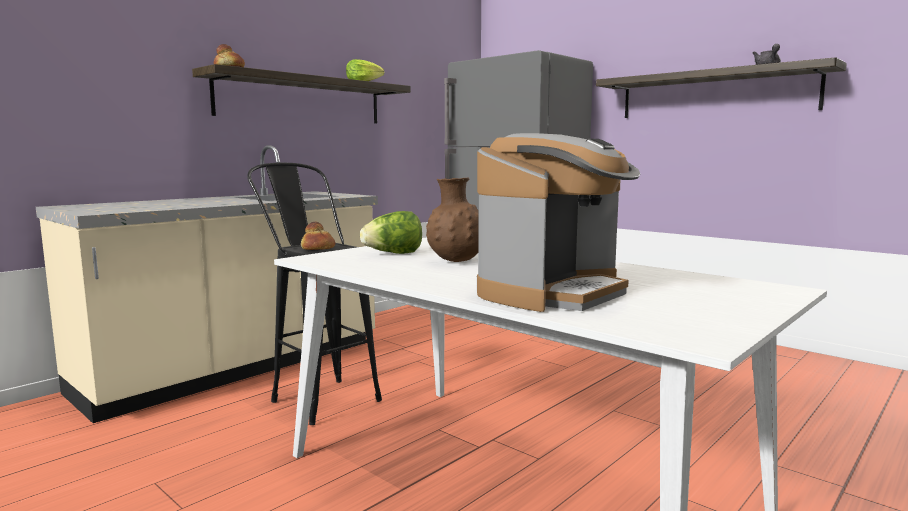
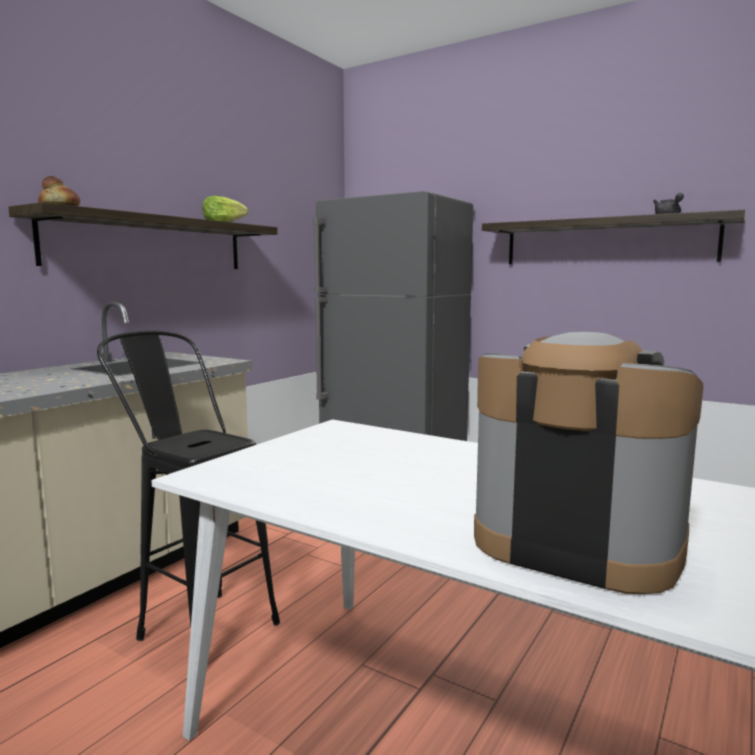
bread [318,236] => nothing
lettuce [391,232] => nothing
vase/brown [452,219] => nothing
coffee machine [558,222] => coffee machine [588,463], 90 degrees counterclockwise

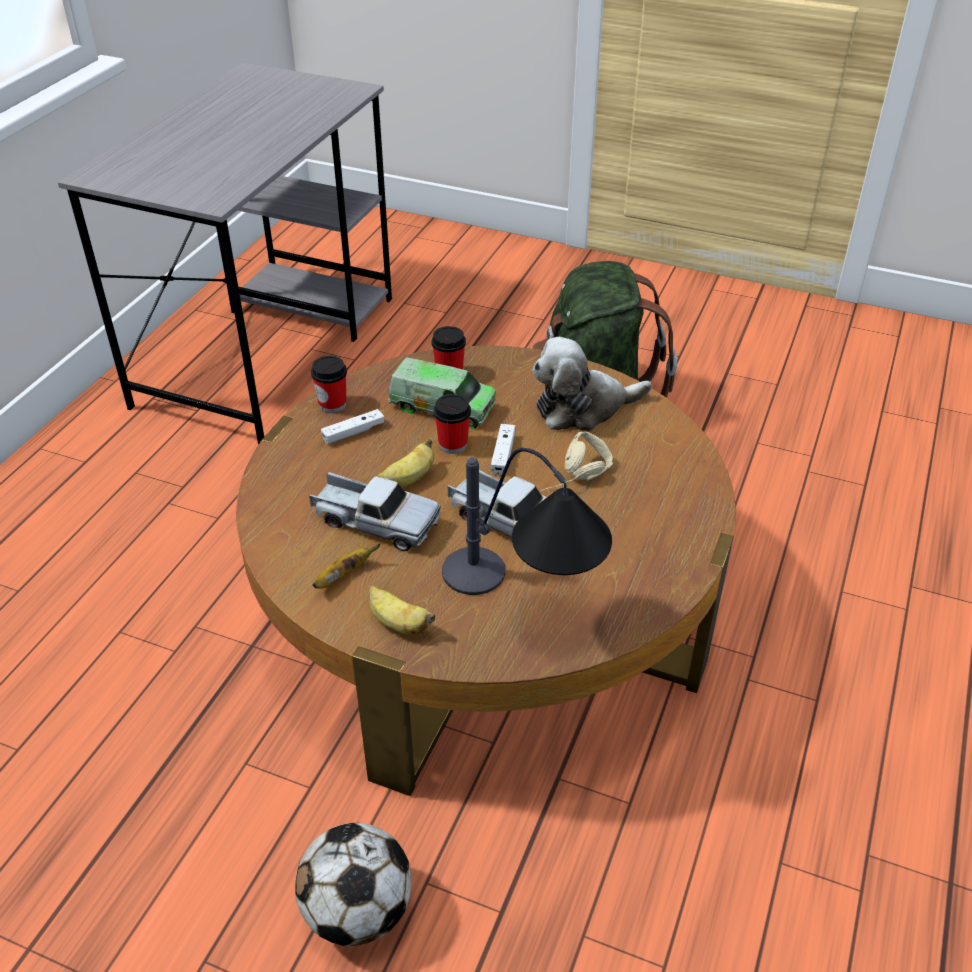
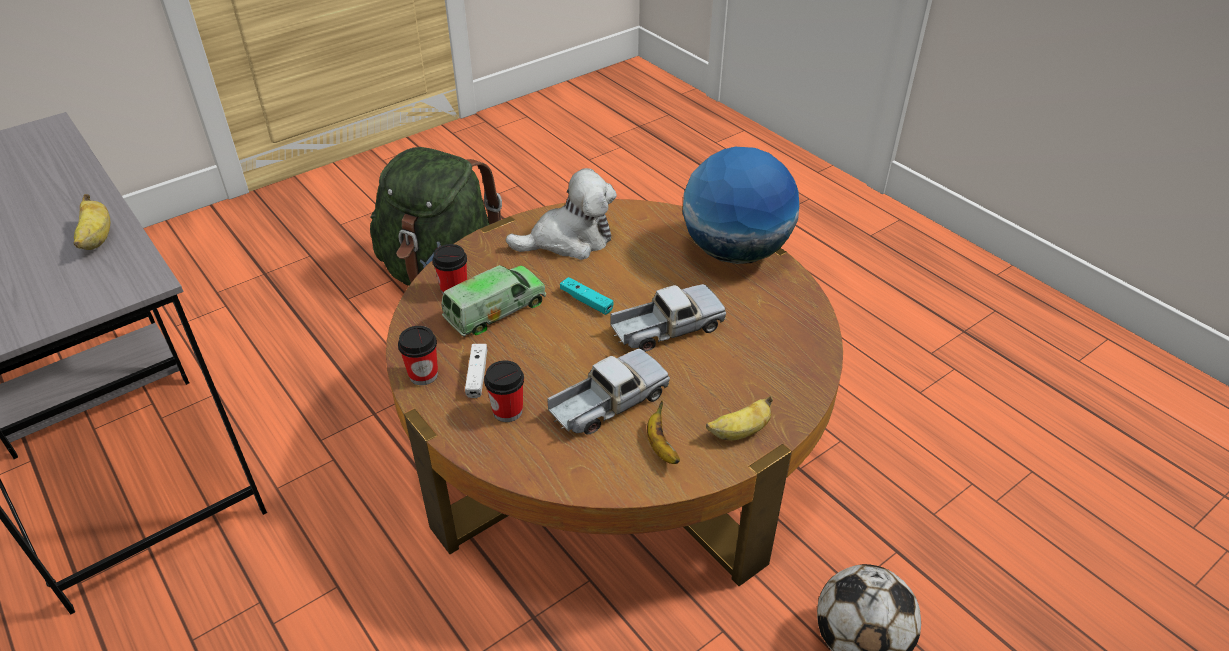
table lamp [527,521] => nothing
headphones/beige [577,461] => nothing
nothing => globe [741,205]
banana [405,462] => banana [92,222], relocated
cup [452,424] => cup [504,391], relocated
game controller/white [503,449] => game controller/turquoise [586,296]
plush toy [592,384] => plush toy [561,214], 120 degrees counterclockwise

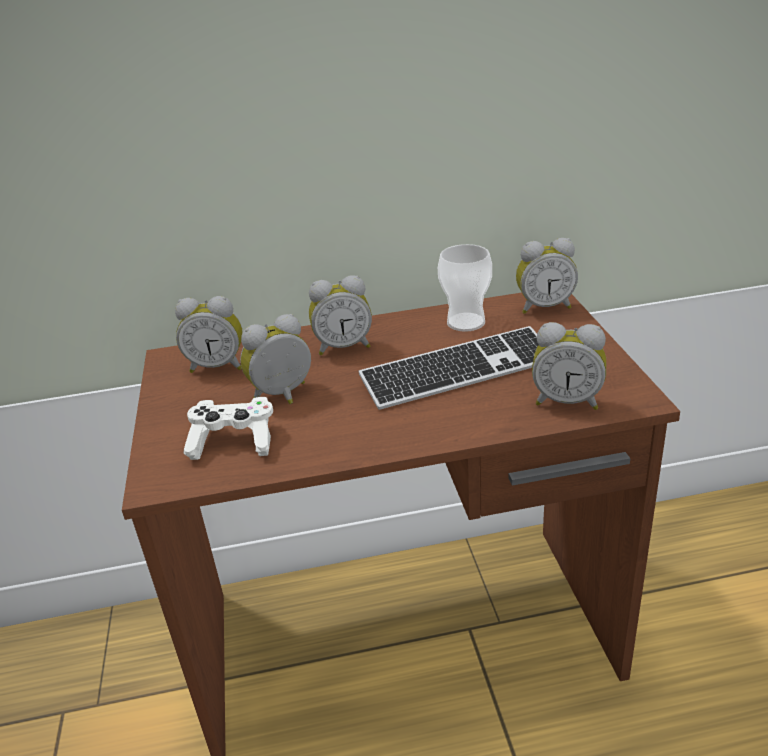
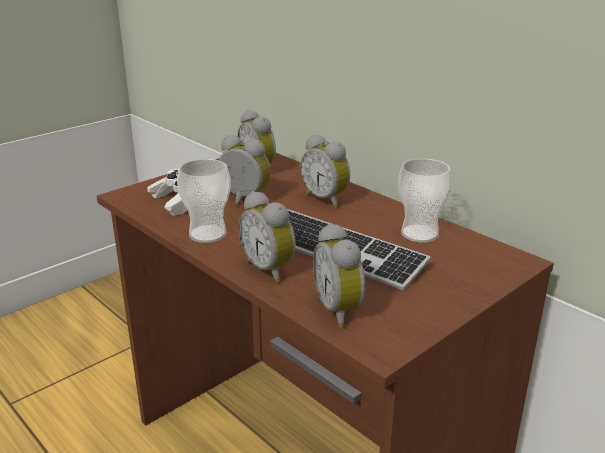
nothing => cup [204,201]
alarm clock [547,276] => alarm clock [267,237], relocated

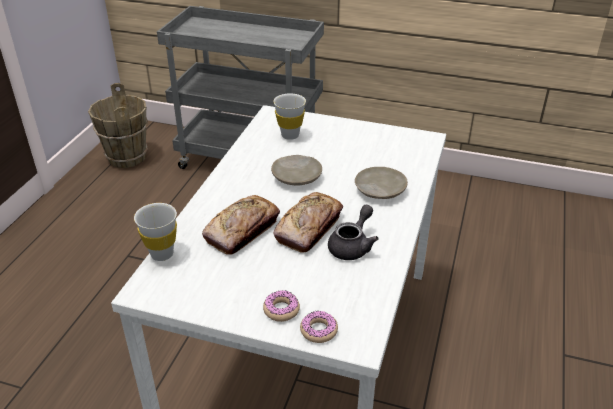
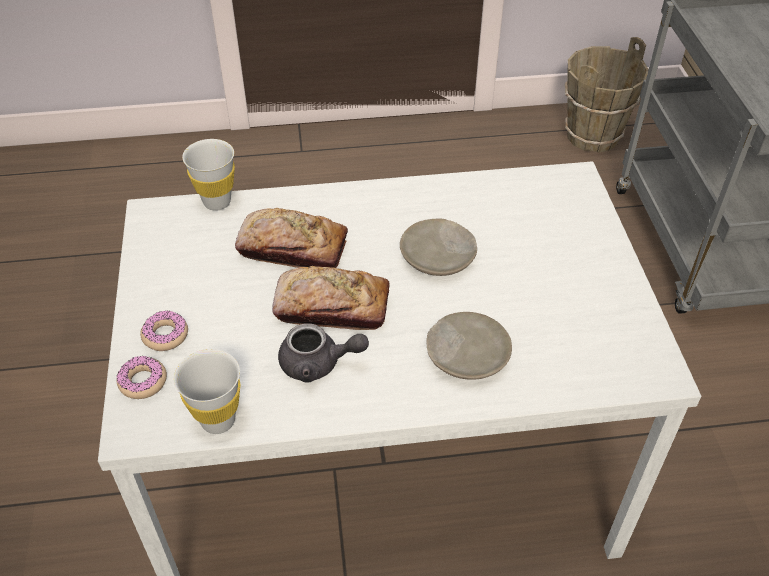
cup/white [289,116] => cup/white [207,391], relocated

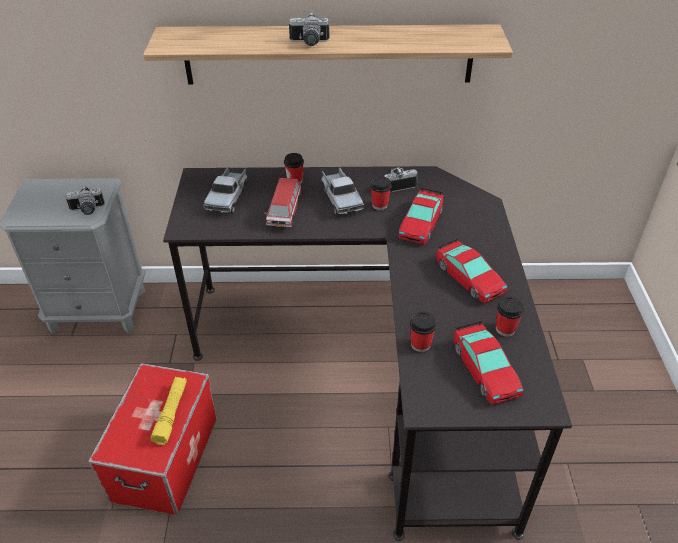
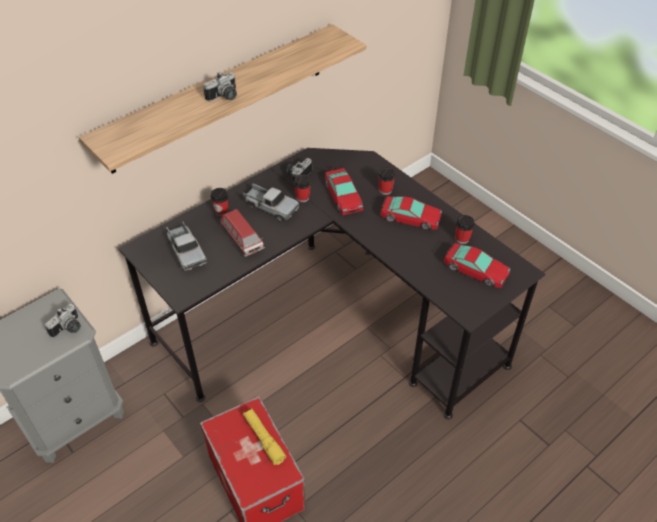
cup [423,331] => cup [387,181], relocated

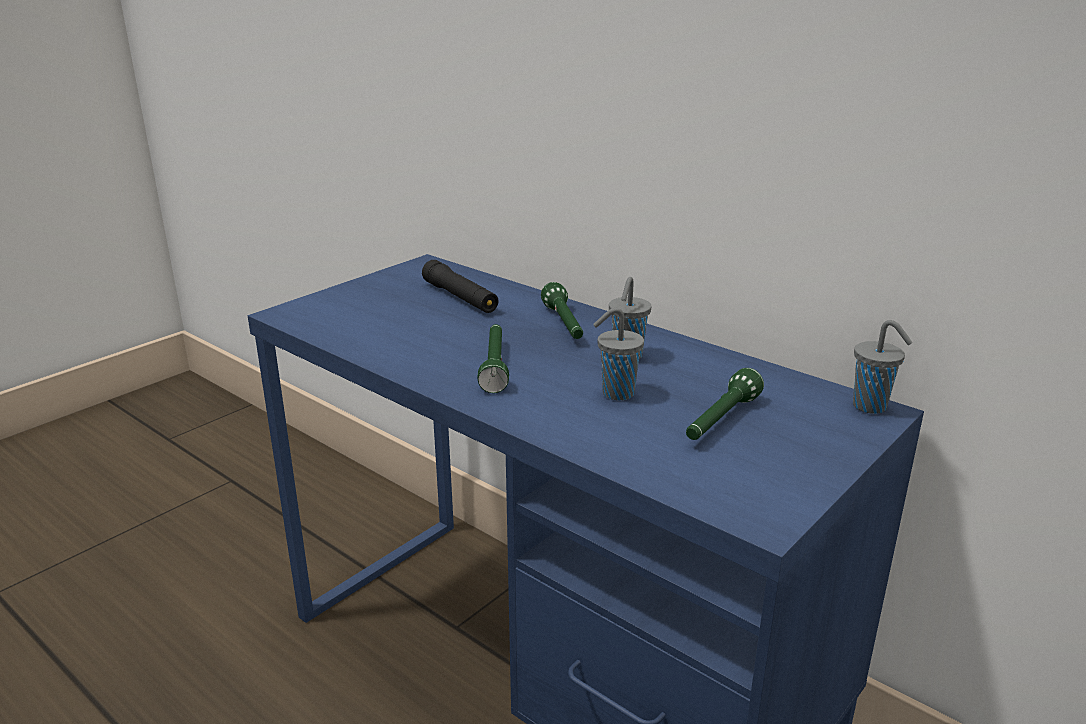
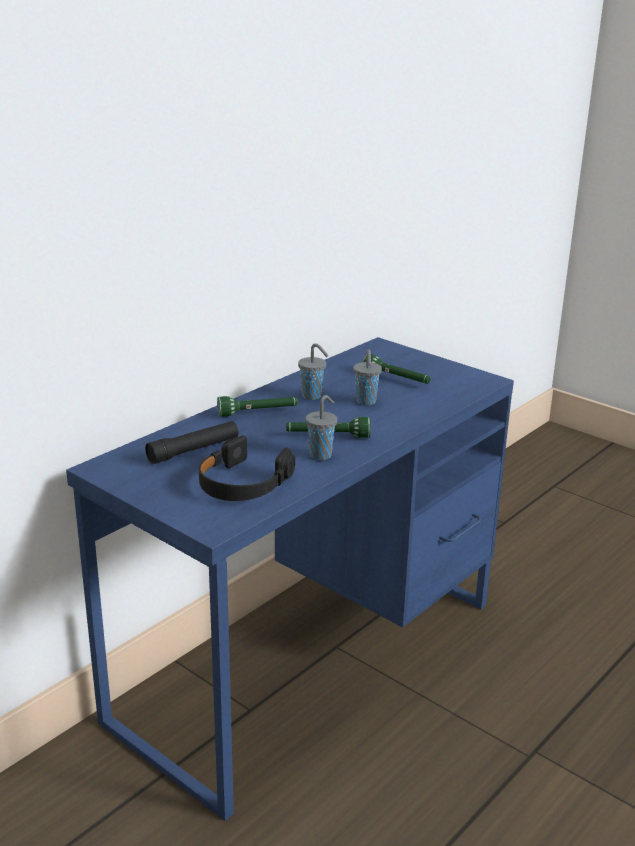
nothing => headphones/black [247,468]
cup/grey [882,367] => cup/grey [321,427], relocated

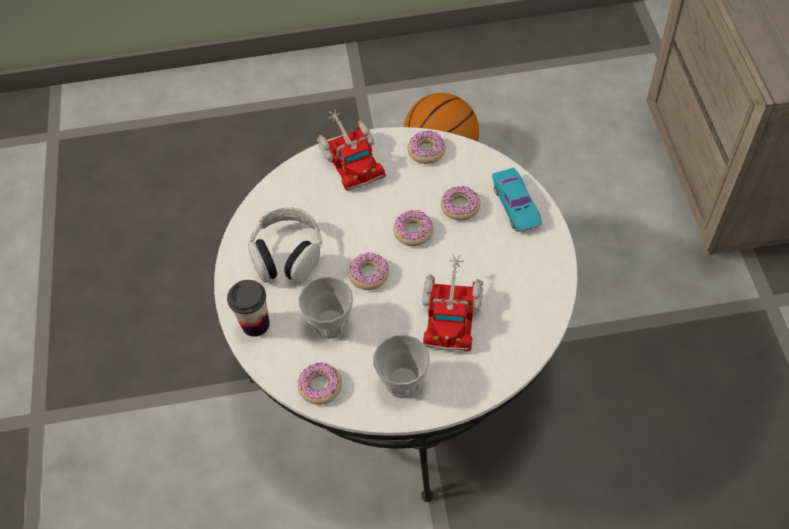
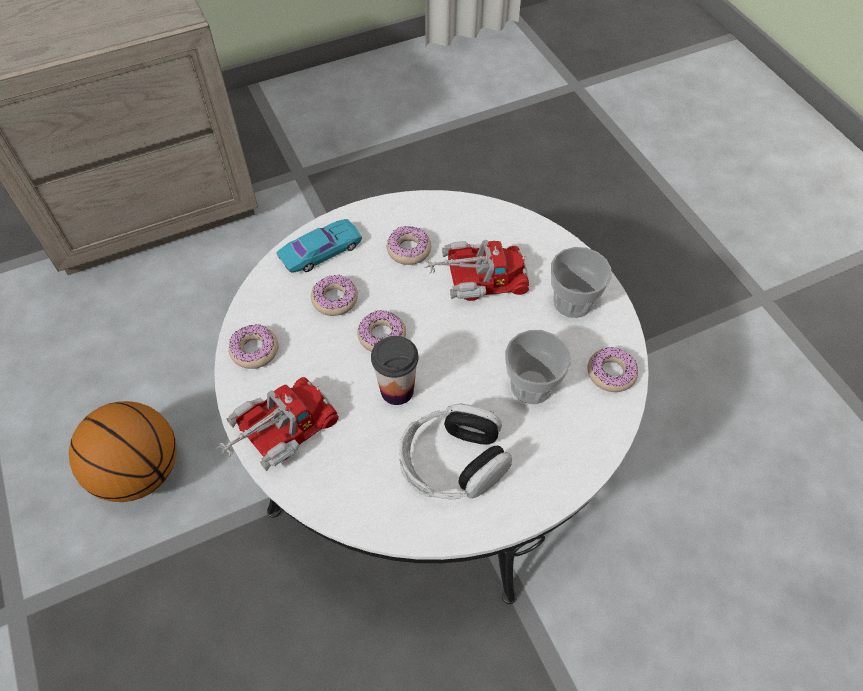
cup [248,308] => cup [395,370], relocated
donut [368,271] => donut [409,245], relocated

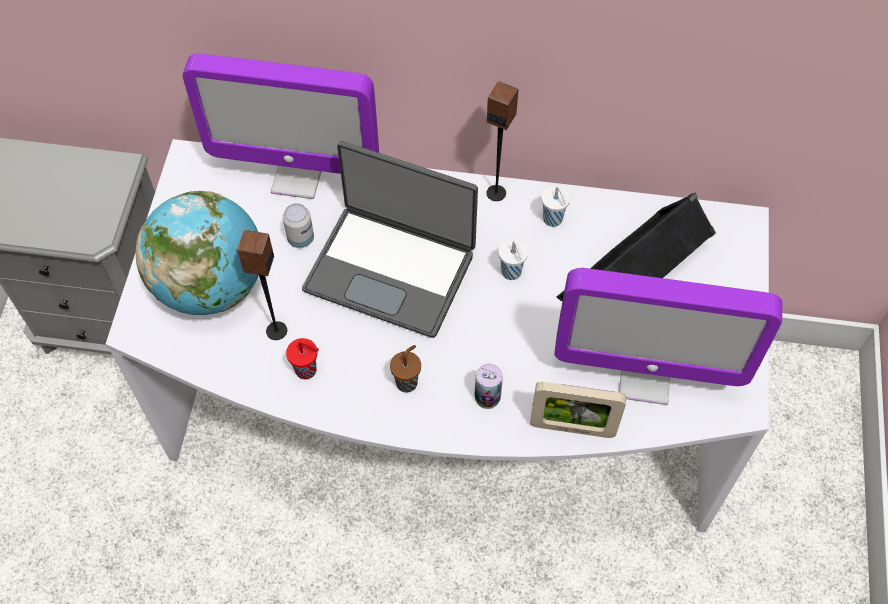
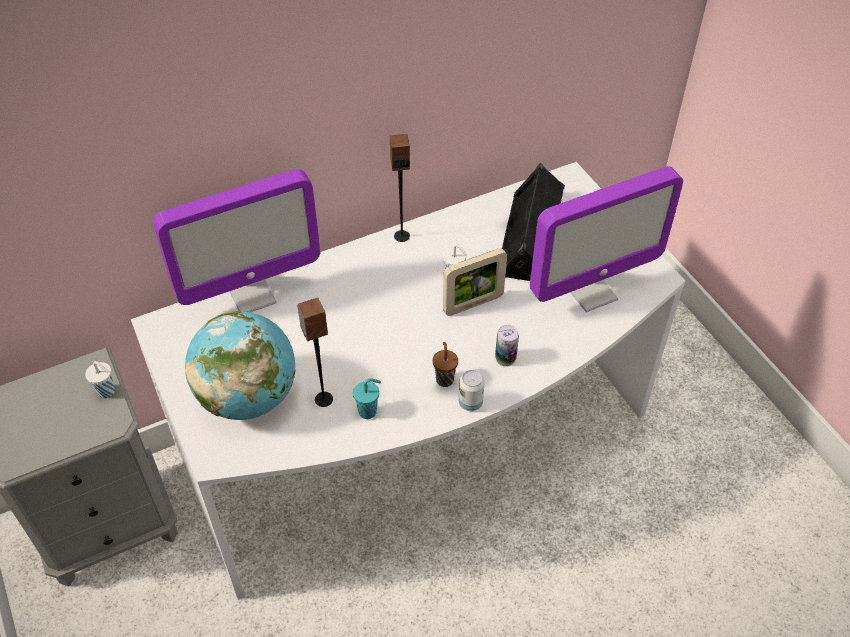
laptop [390,239] => nothing
can [298,225] => can [472,390], relocated
picture frame [578,410] => picture frame [475,282], relocated
cup/white [555,206] => cup/white [100,379], relocated
cup/red [302,358] => cup/turquoise [367,398]

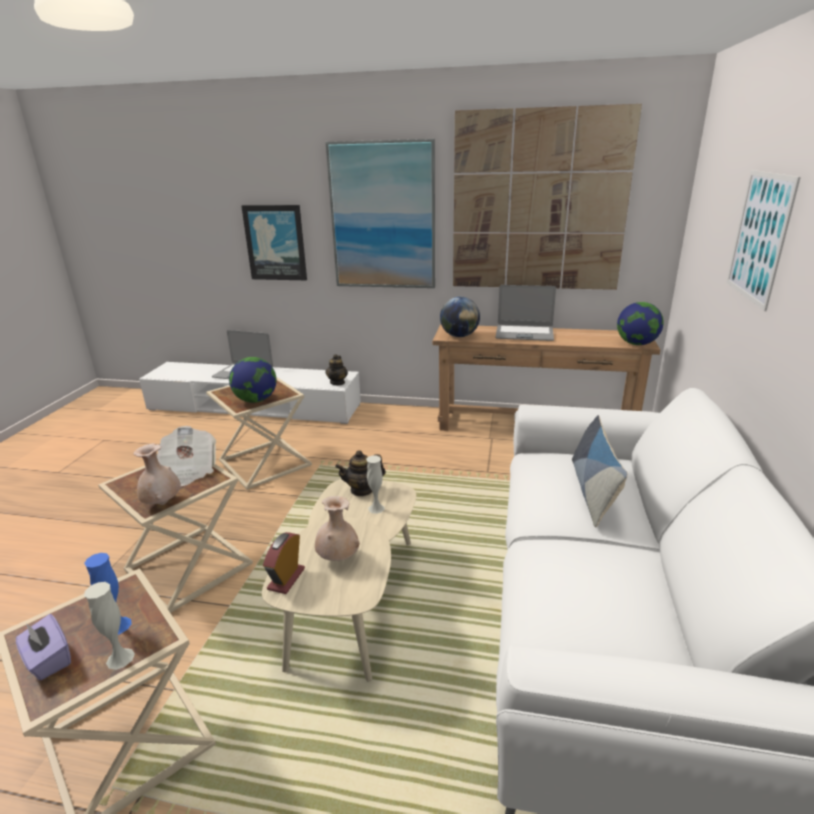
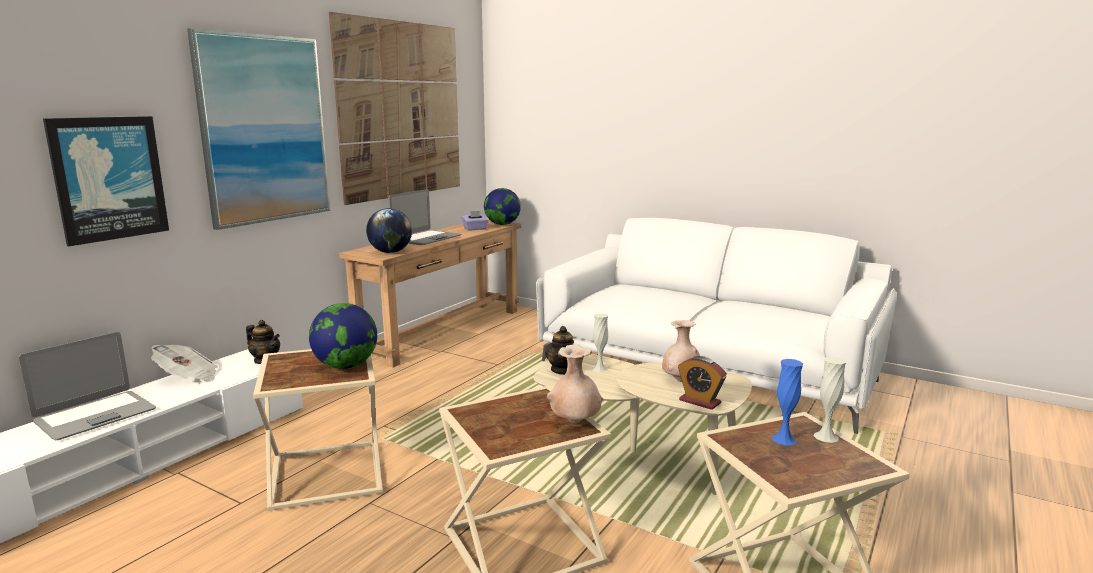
pillow [600,471] => nothing
picture [763,240] => nothing
tissue box/purple [43,647] => tissue box/purple [475,221], relocated
newspaper [186,456] => newspaper [184,363], relocated

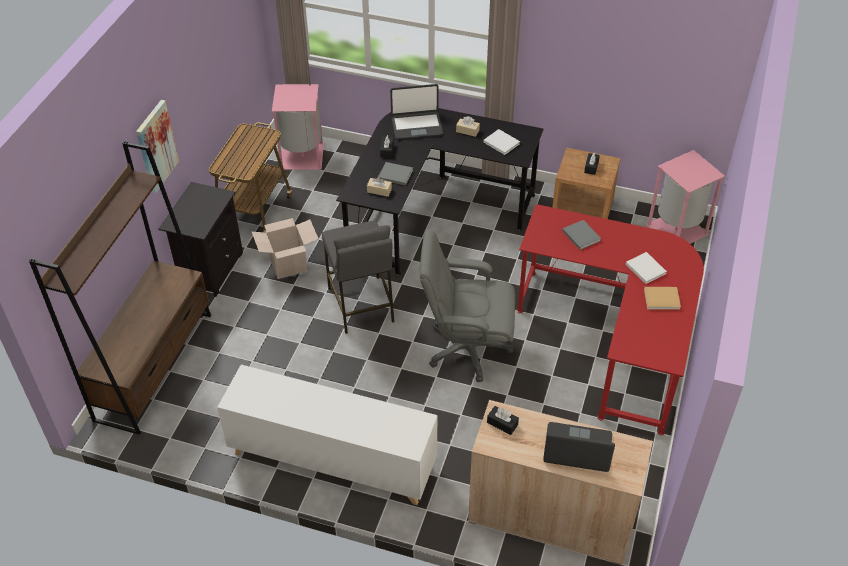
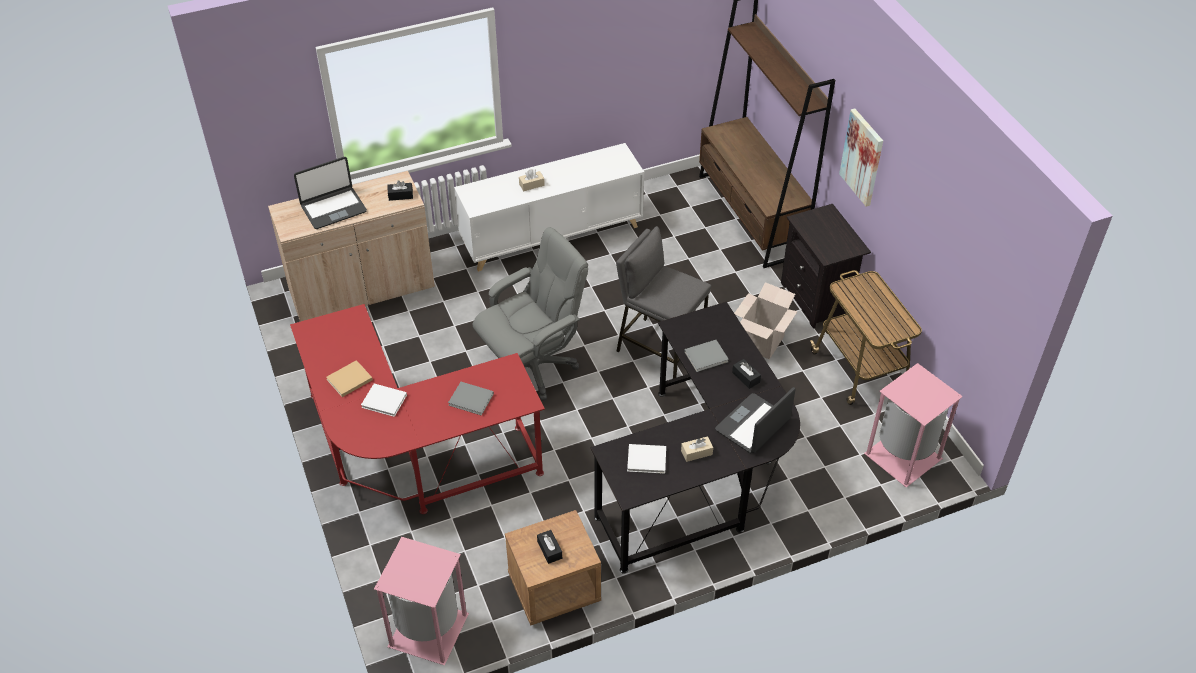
tissue box/beige [379,187] => tissue box/beige [532,180], relocated

